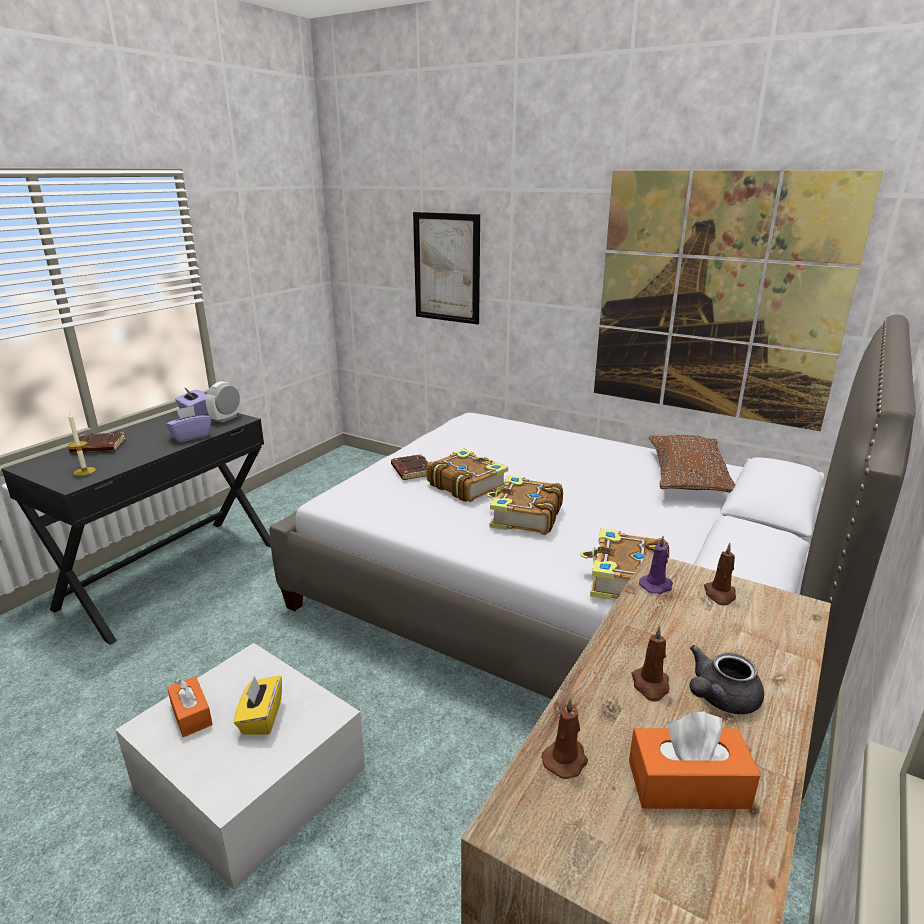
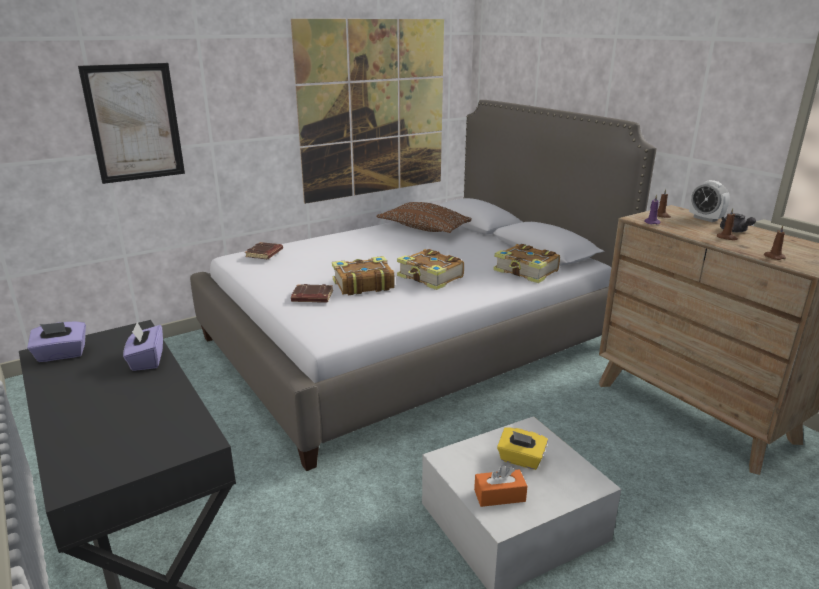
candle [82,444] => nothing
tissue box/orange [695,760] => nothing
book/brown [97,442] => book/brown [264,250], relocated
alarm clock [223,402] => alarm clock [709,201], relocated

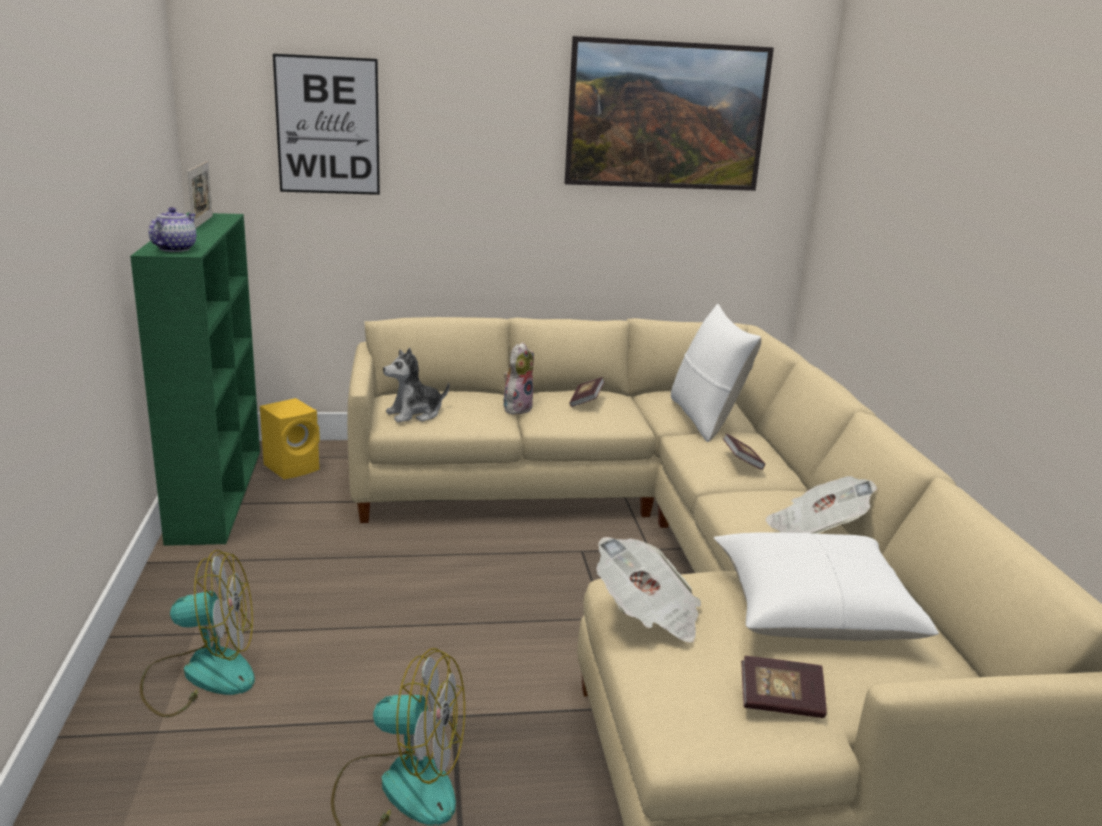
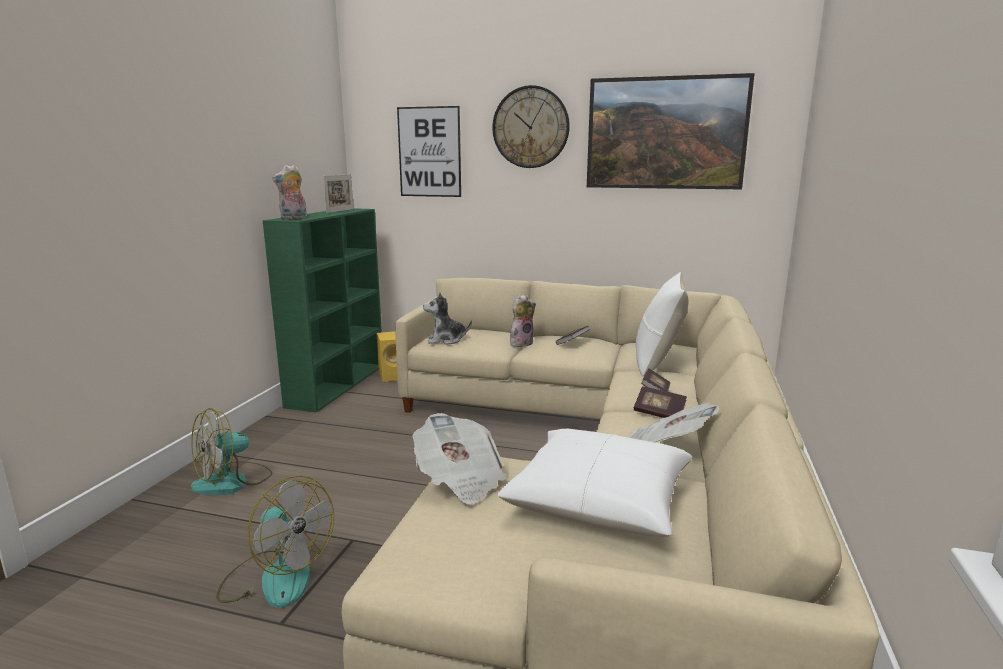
nothing => wall clock [531,126]
book [784,687] => book [660,402], relocated
teapot [172,229] => plush toy [289,192]
fan [197,633] => fan [232,451], 120 degrees clockwise

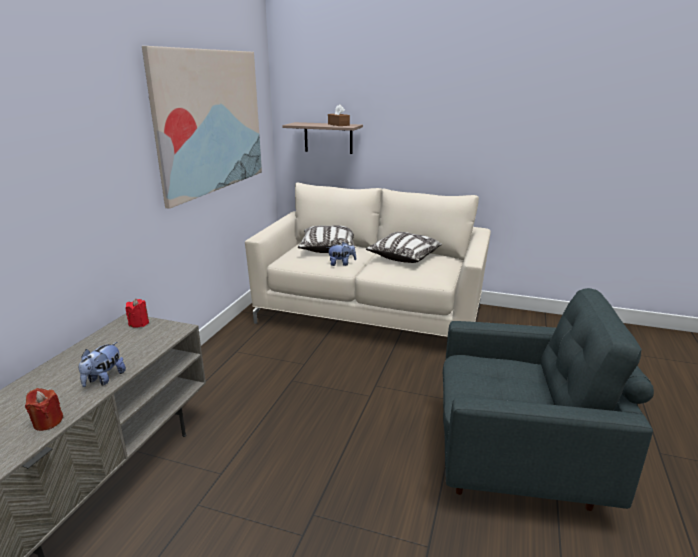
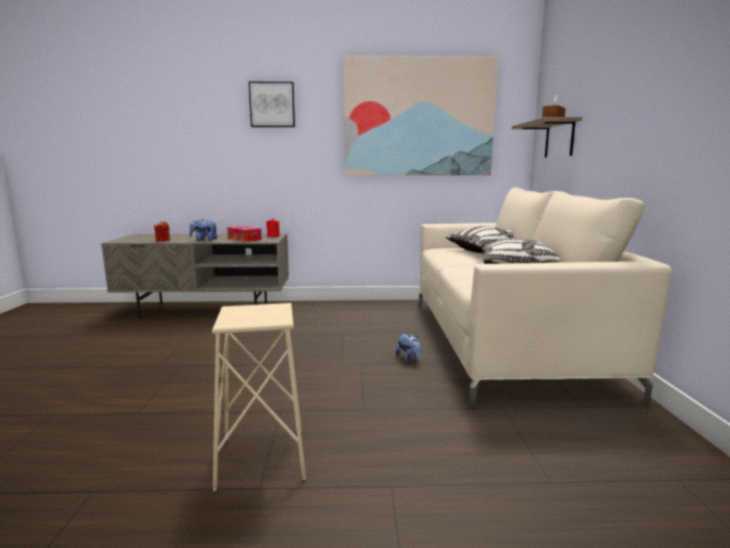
nothing => tissue box [244,234]
nothing => picture [272,104]
plush toy [341,254] => plush toy [408,347], relocated
armchair/grey [548,399] => stool/beige [259,397]

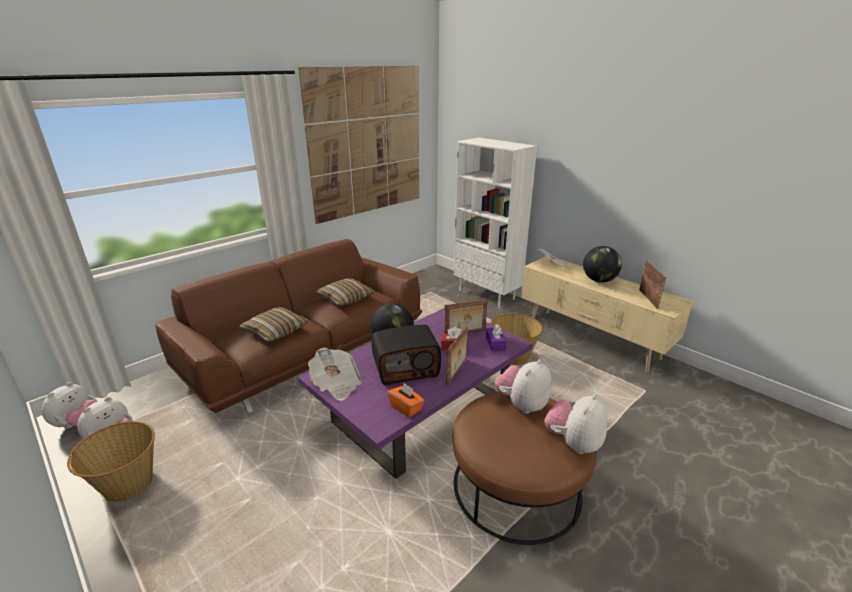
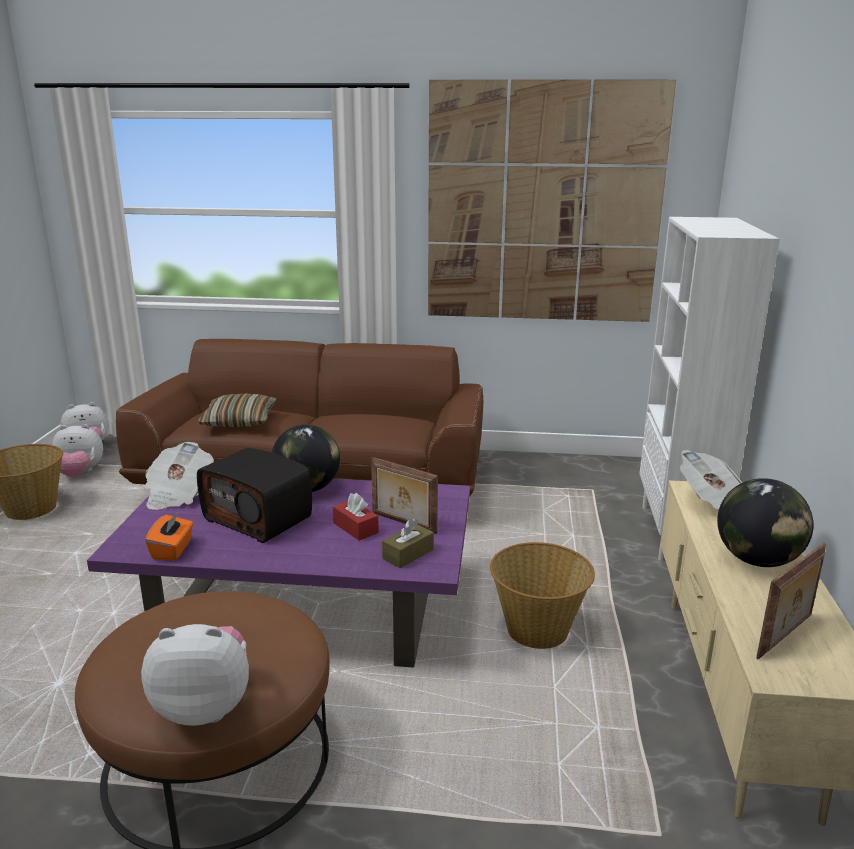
pillow [345,292] => nothing
picture frame [457,356] => nothing
plush toy [523,386] => nothing
tissue box/purple [496,337] => tissue box/brown [408,543]

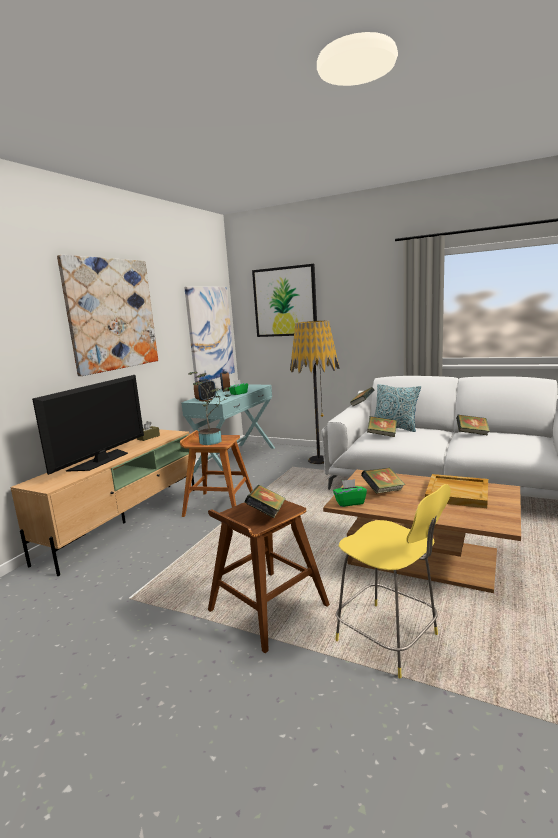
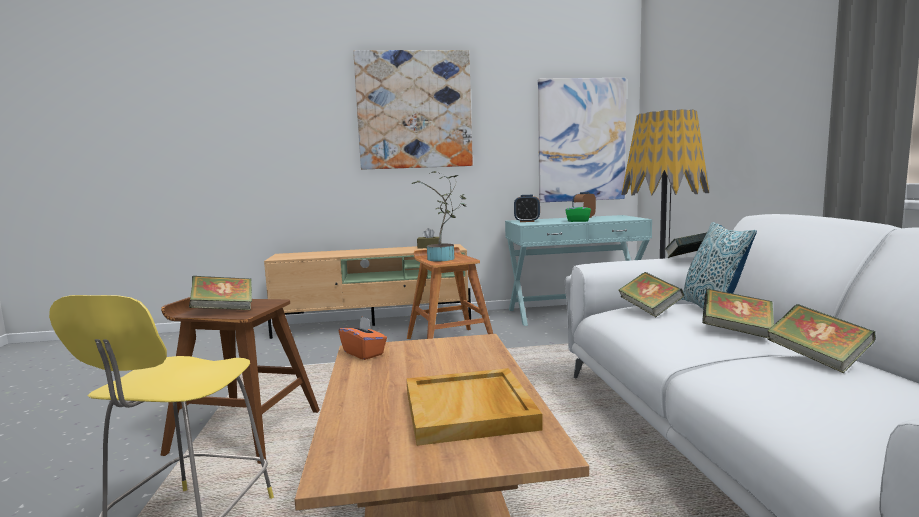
television [88,425] => nothing
picture [284,300] => nothing
book [383,481] => book [738,313], relocated
tissue box/green [350,493] => tissue box/orange [363,338]

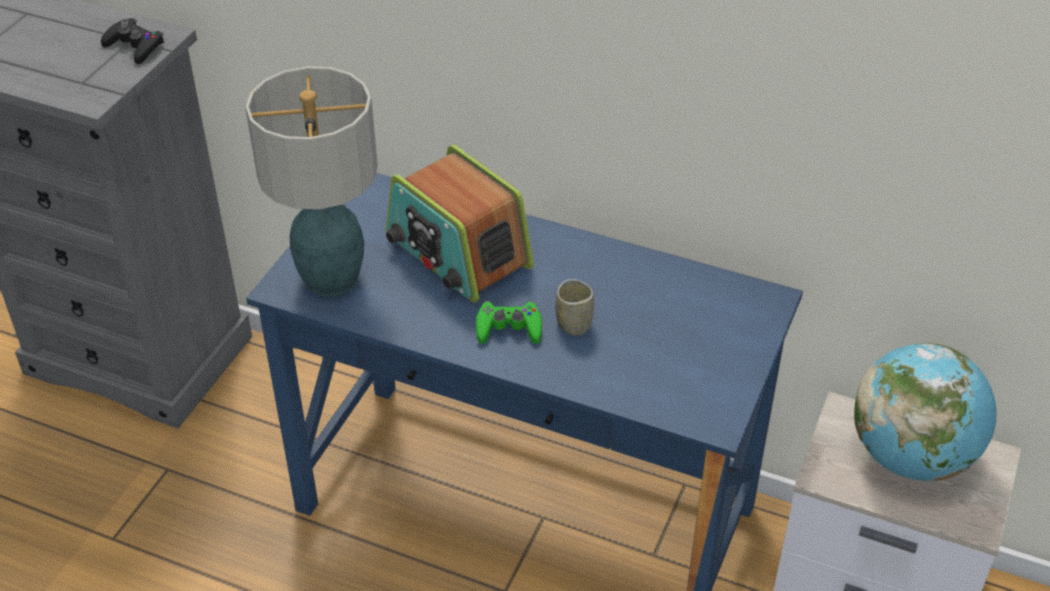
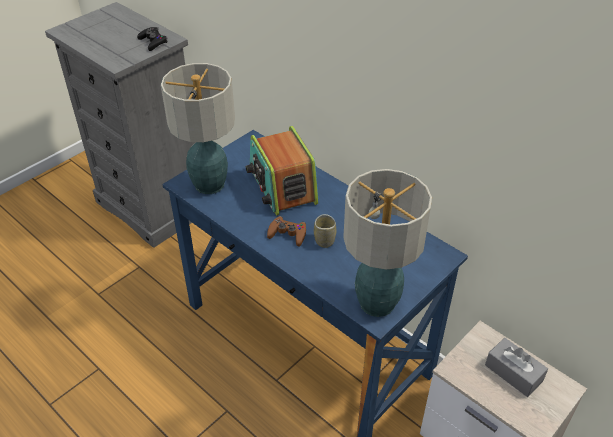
nothing => table lamp [387,243]
globe [925,412] => tissue box/grey [516,367]
game controller/green [509,322] => game controller/brown [286,231]

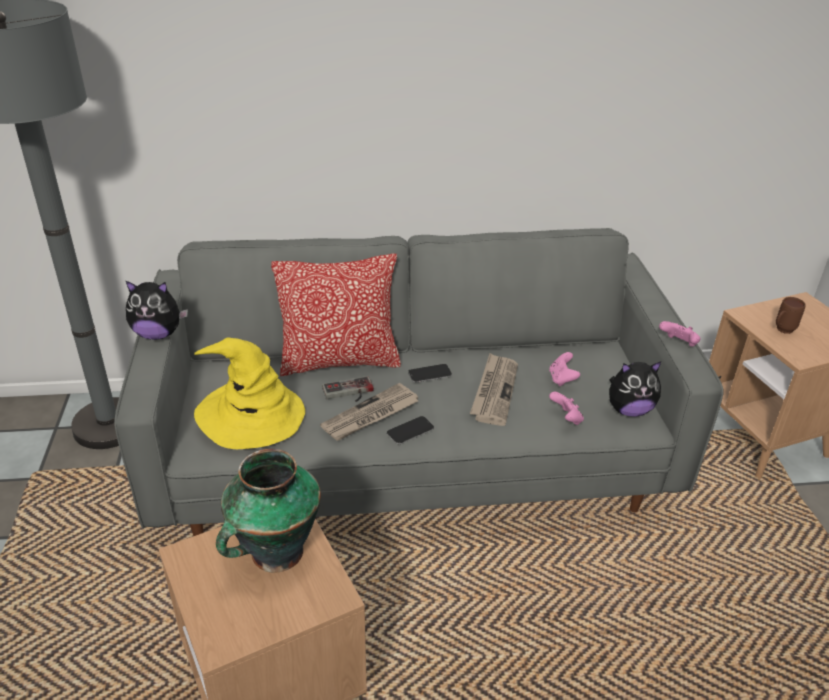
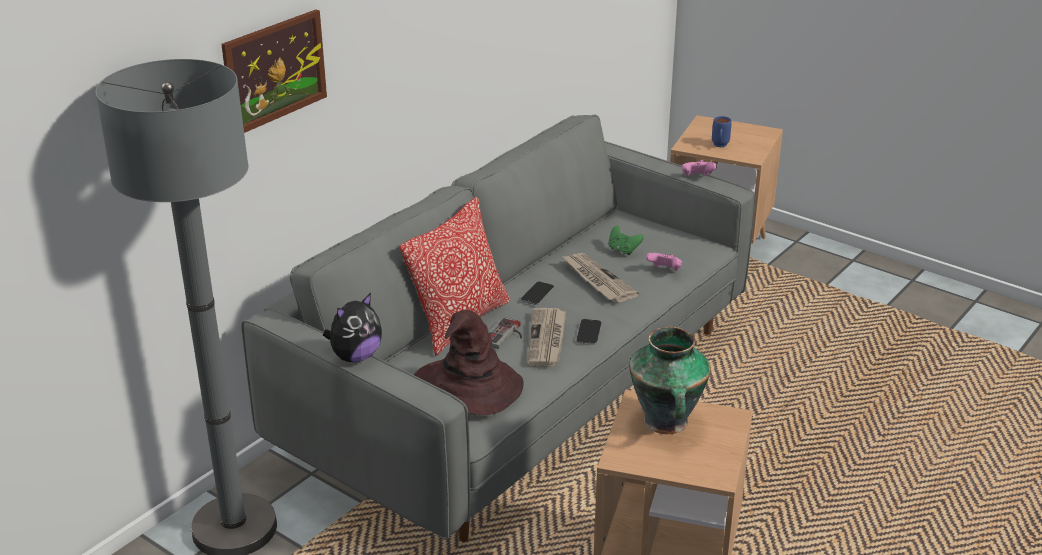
plush toy [635,389] => nothing
nothing => picture [274,71]
hat/yellow [249,393] => hat/brown [469,362]
game controller/pink [564,369] => game controller/green [626,240]
mug/brown [791,315] => mug/blue [722,131]

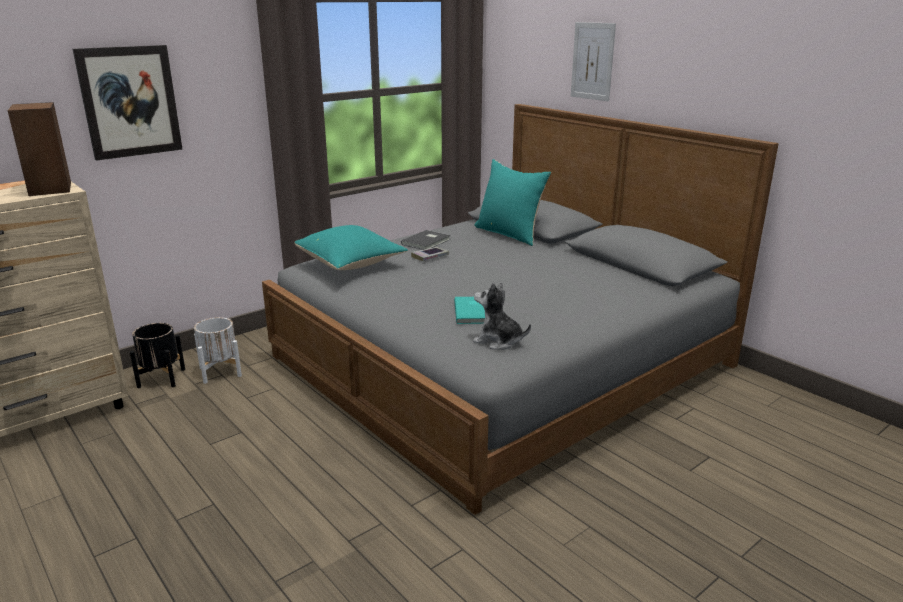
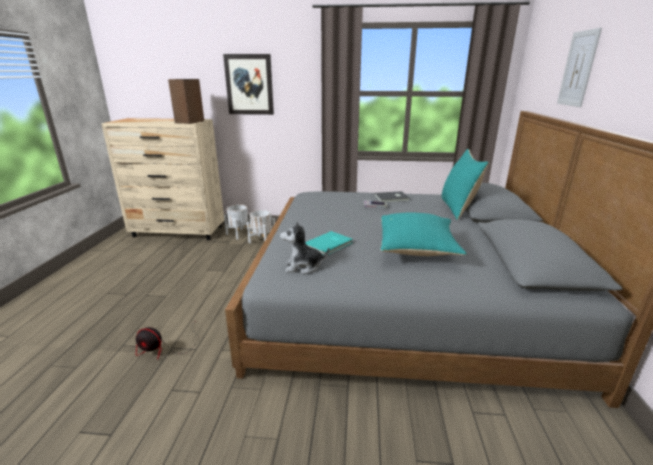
nothing => fan [167,341]
pillow/turquoise [351,247] => pillow/turquoise [423,234], relocated
planter/black [157,355] => planter/white [238,222]
plush toy [502,316] => plush toy [304,247], 75 degrees counterclockwise

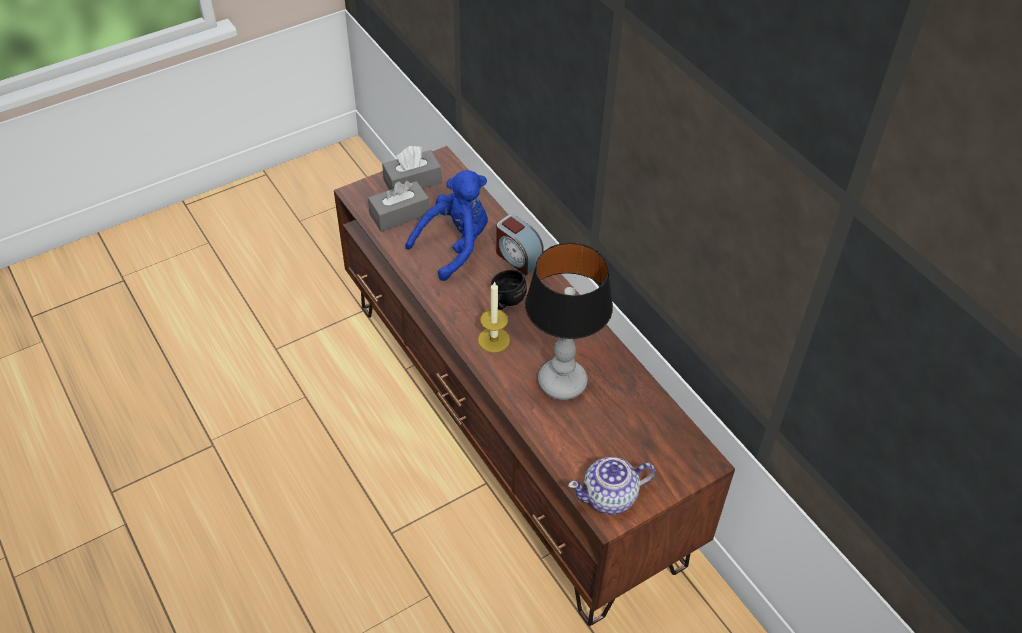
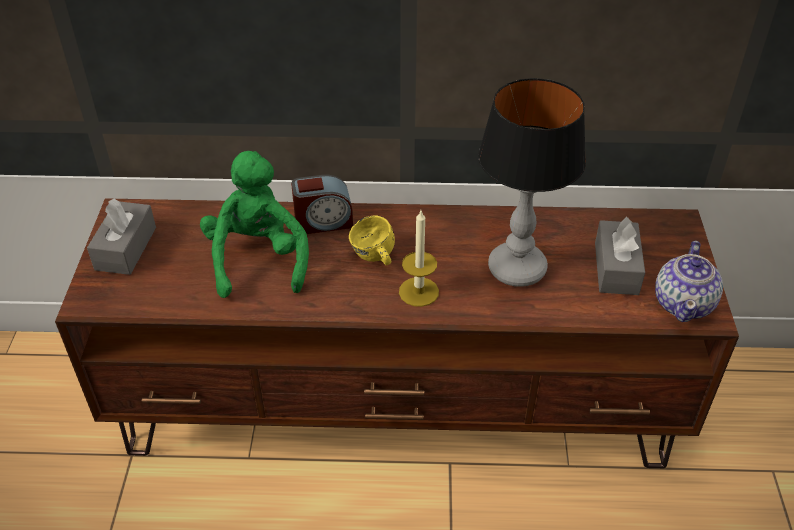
tissue box/grey [398,206] => tissue box/grey [620,256], relocated
plush toy/blue [446,225] => plush toy/green [254,224]
mug/black [509,290] => mug/yellow [372,240]

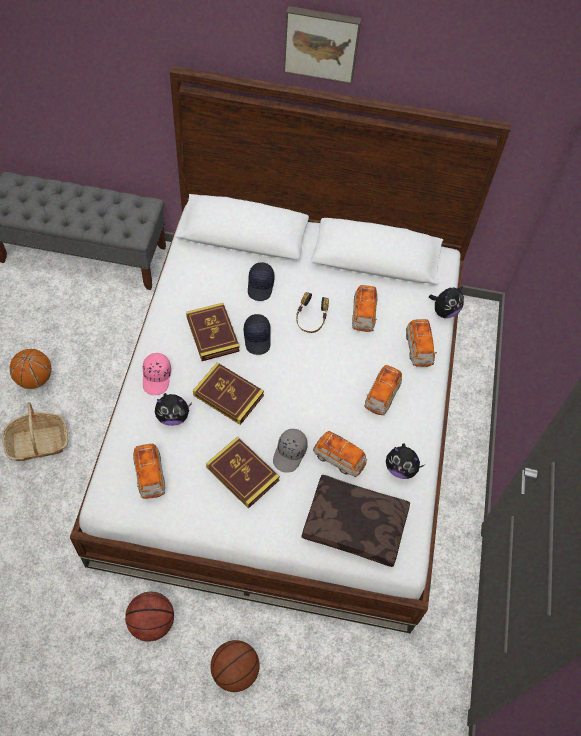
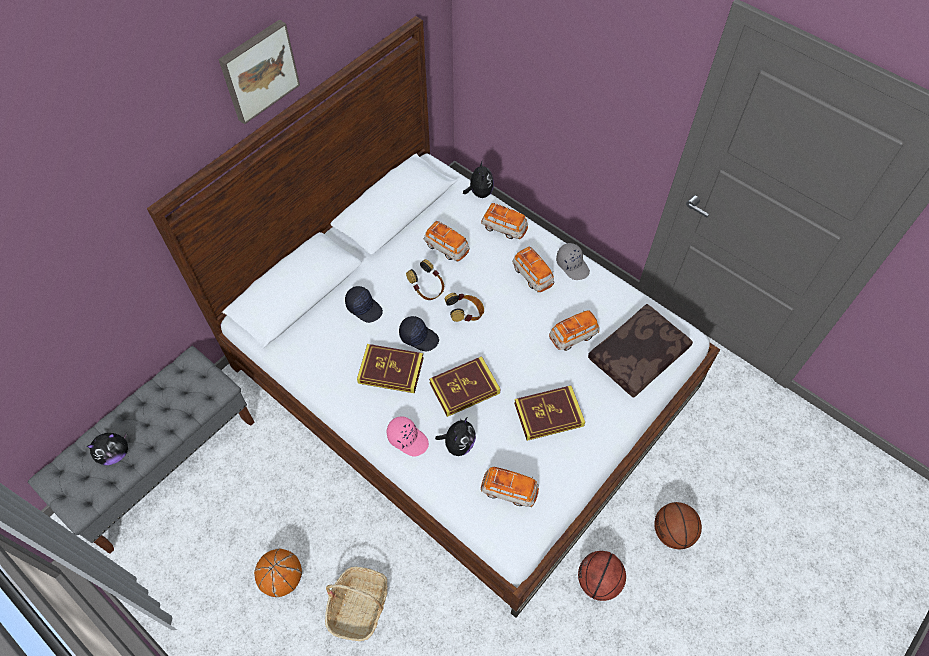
nothing => headphones [464,307]
cap/grey [290,451] => cap/grey [573,261], relocated
plush toy [405,461] => plush toy [107,449], relocated

